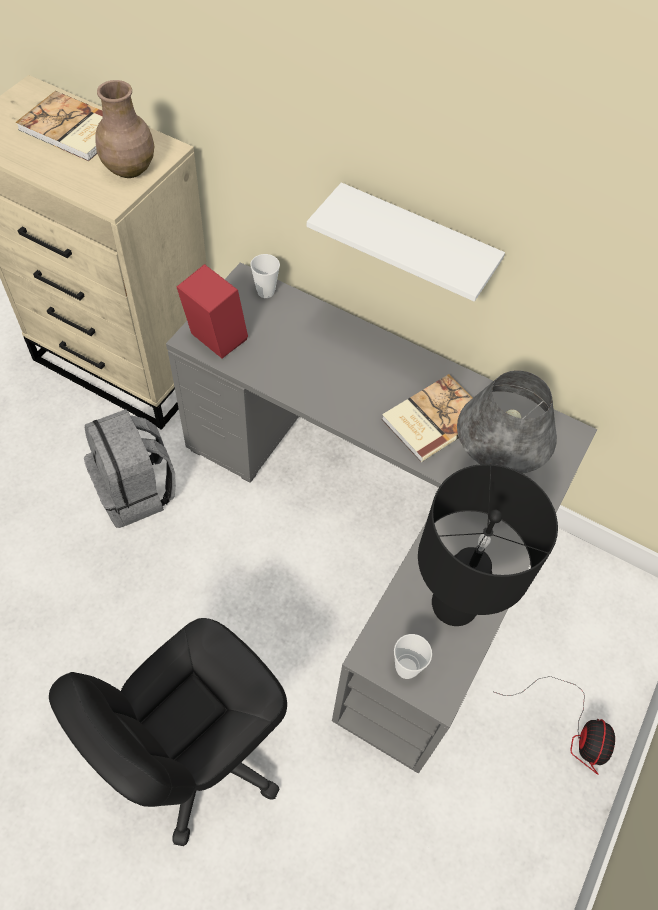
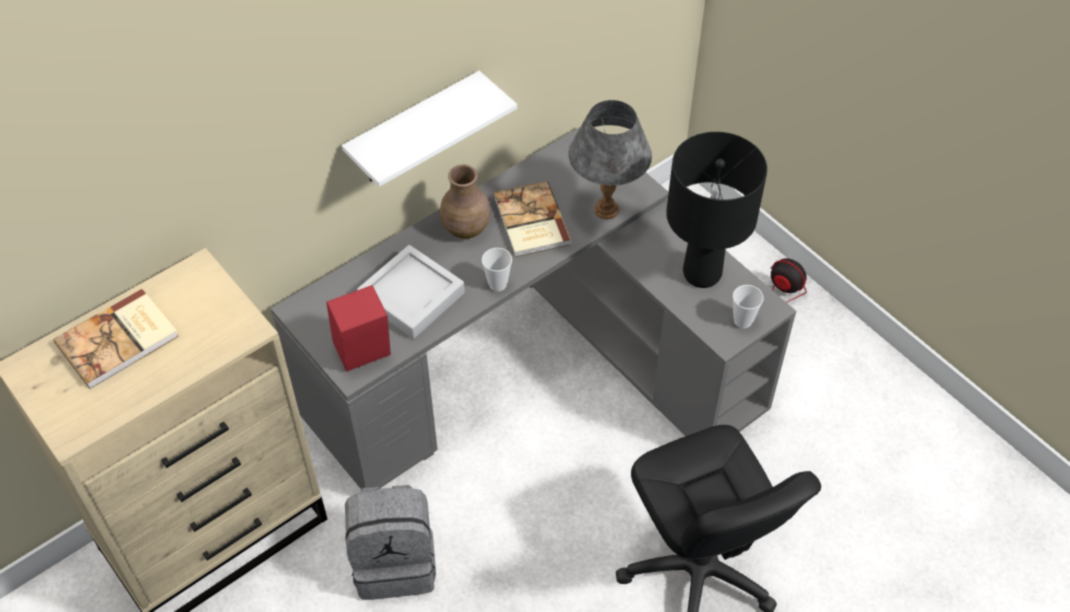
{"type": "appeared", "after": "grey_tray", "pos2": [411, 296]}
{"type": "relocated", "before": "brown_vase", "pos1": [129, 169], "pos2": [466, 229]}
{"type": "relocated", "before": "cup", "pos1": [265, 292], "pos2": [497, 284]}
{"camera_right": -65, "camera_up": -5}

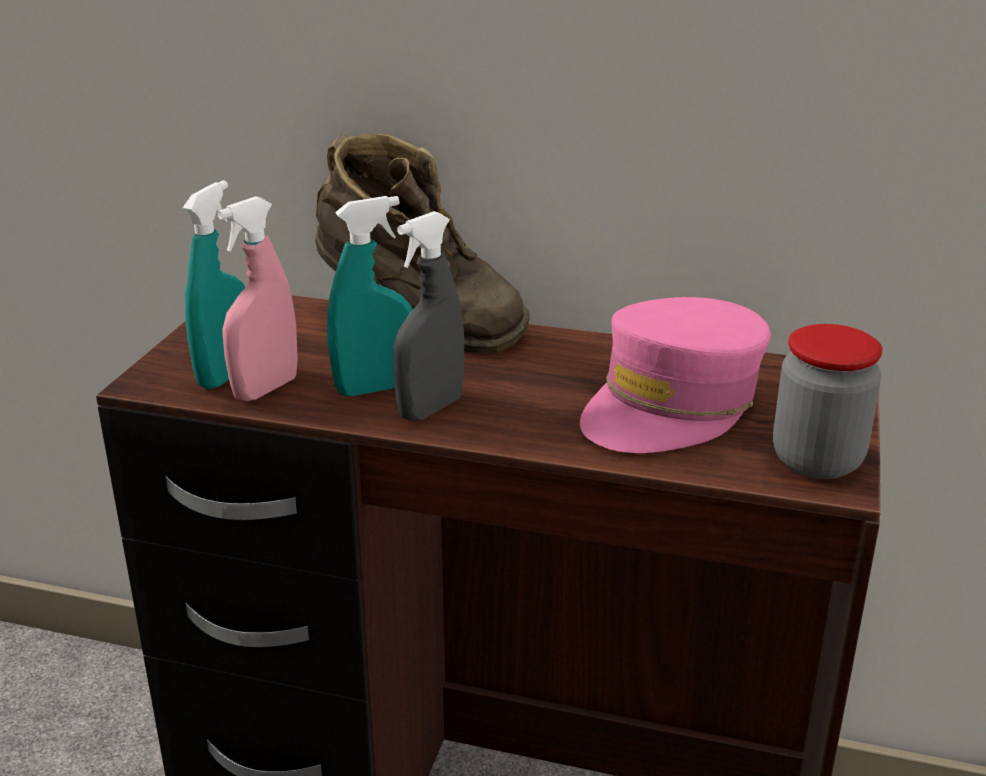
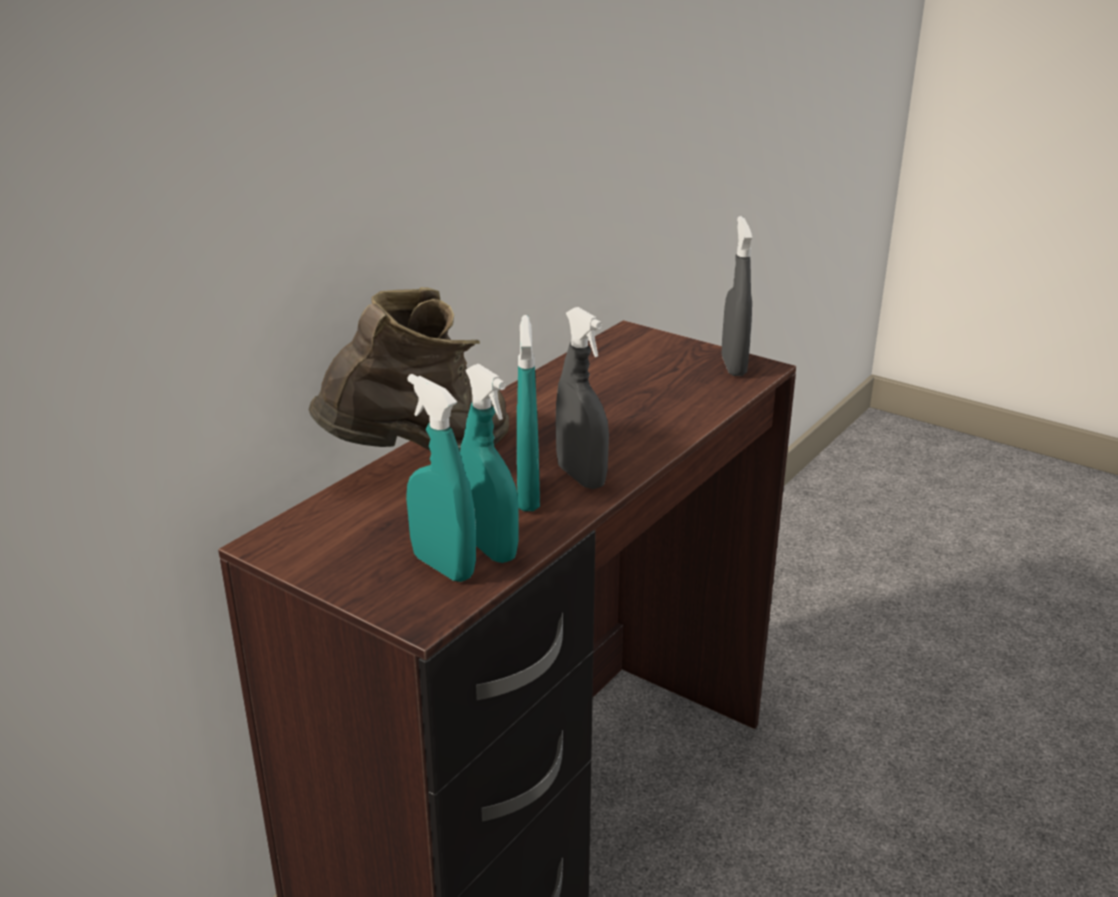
{"type": "missing", "before": "pink_cap", "pos1": [672, 404]}
{"type": "exchanged", "before": "jar", "after": "grey_spray_bottle", "pos1": [817, 461], "pos2": [733, 366]}
{"type": "colour", "before": "pink_spray_bottle", "after": "turquoise_spray_bottle", "pos1": [265, 389], "pos2": [490, 548]}
{"camera_right": -70, "camera_up": 0}

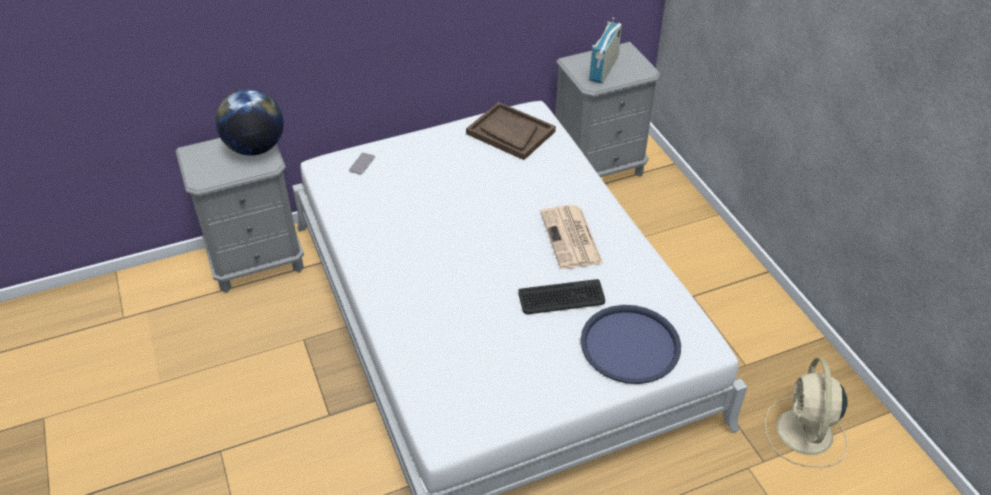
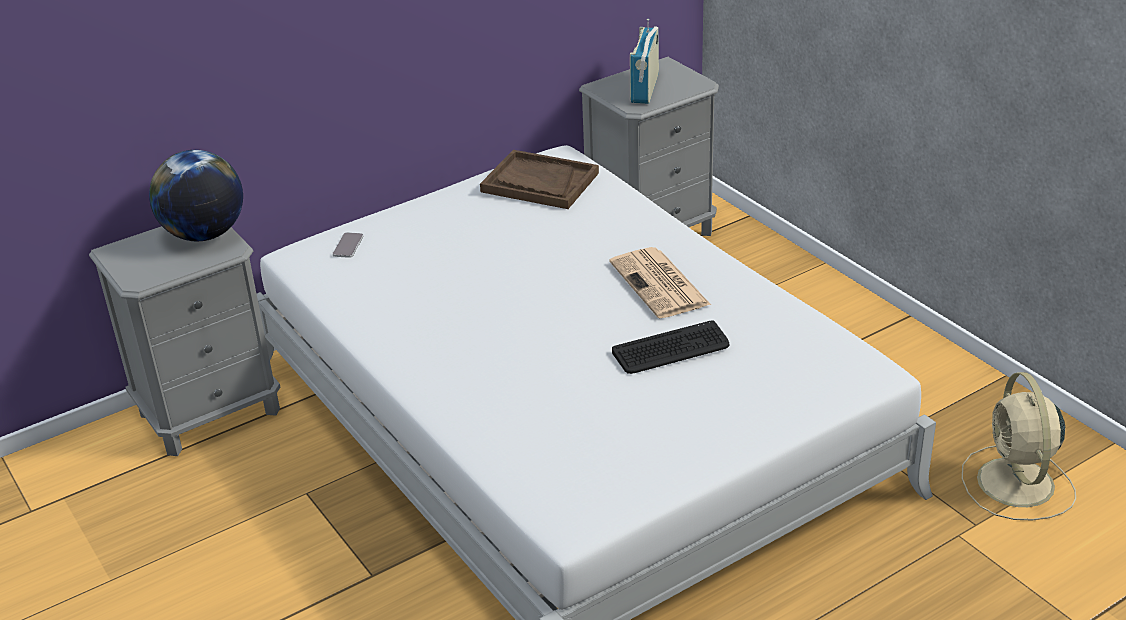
{"type": "missing", "before": "blue_tray", "pos1": [630, 345]}
{"camera_right": -10, "camera_up": -10}

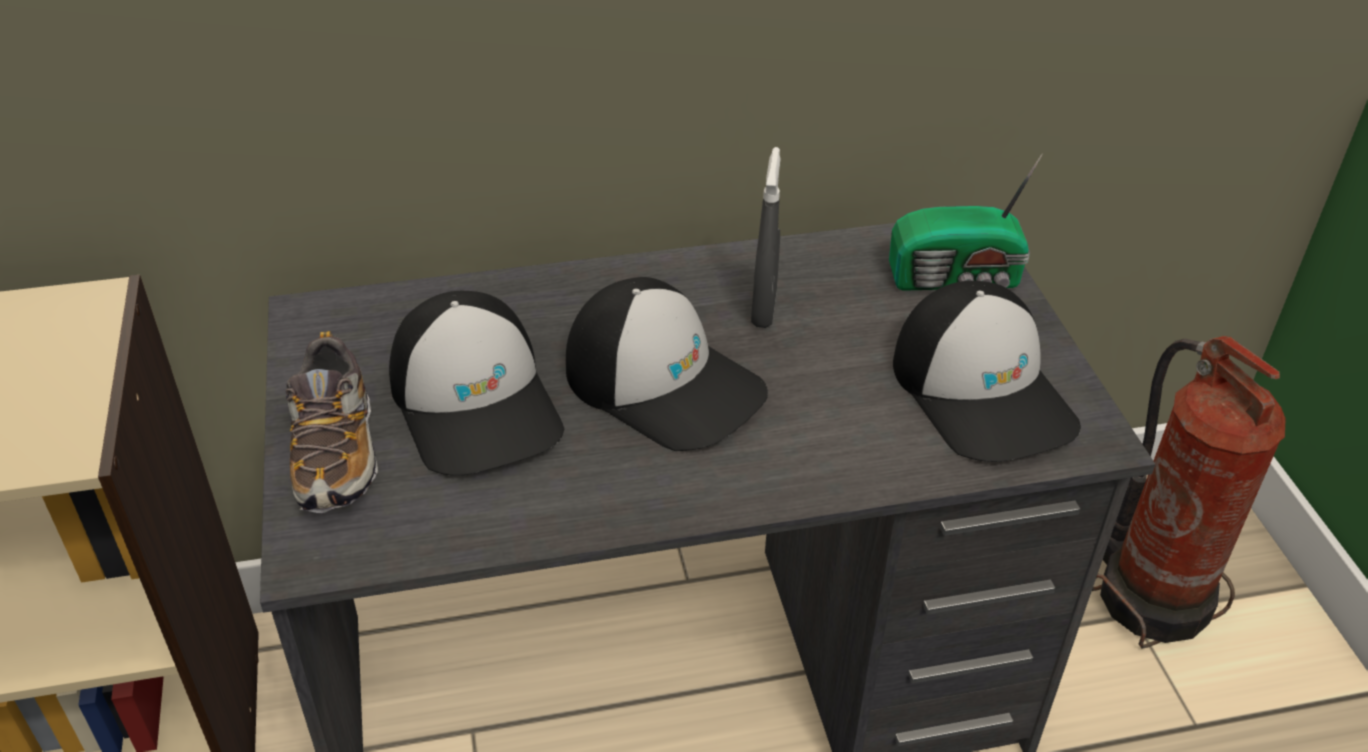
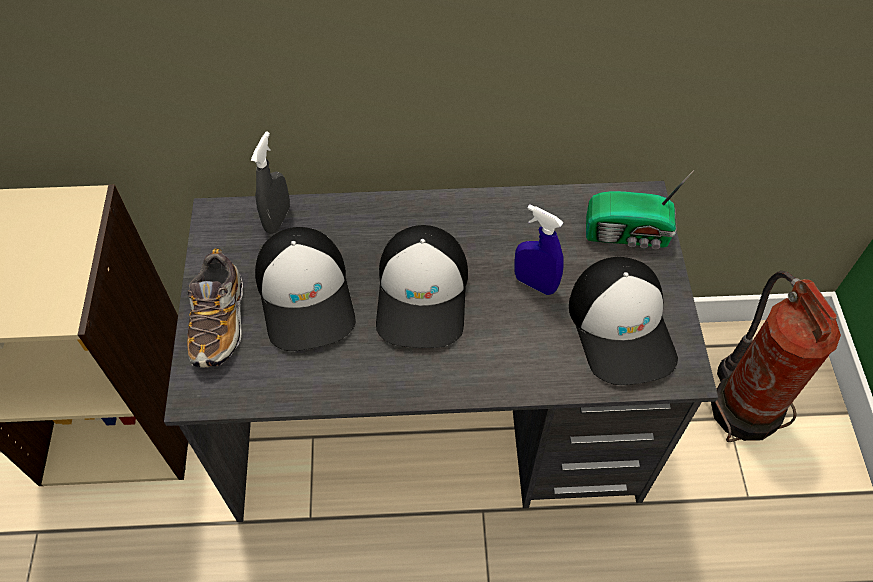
{"type": "appeared", "after": "blue_spray_bottle", "pos2": [535, 283]}
{"type": "relocated", "before": "grey_spray_bottle", "pos1": [763, 309], "pos2": [277, 219]}
{"type": "spun", "before": "cap", "pos1": [665, 382], "pos2": [423, 295], "turn": 45}
{"camera_right": 10, "camera_up": 15}

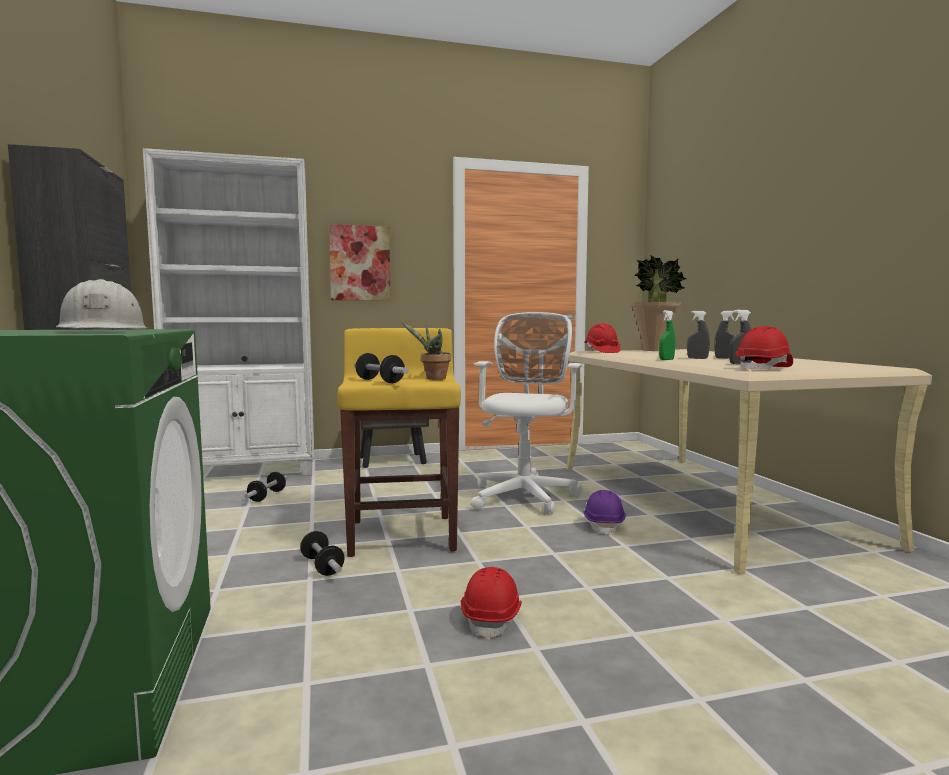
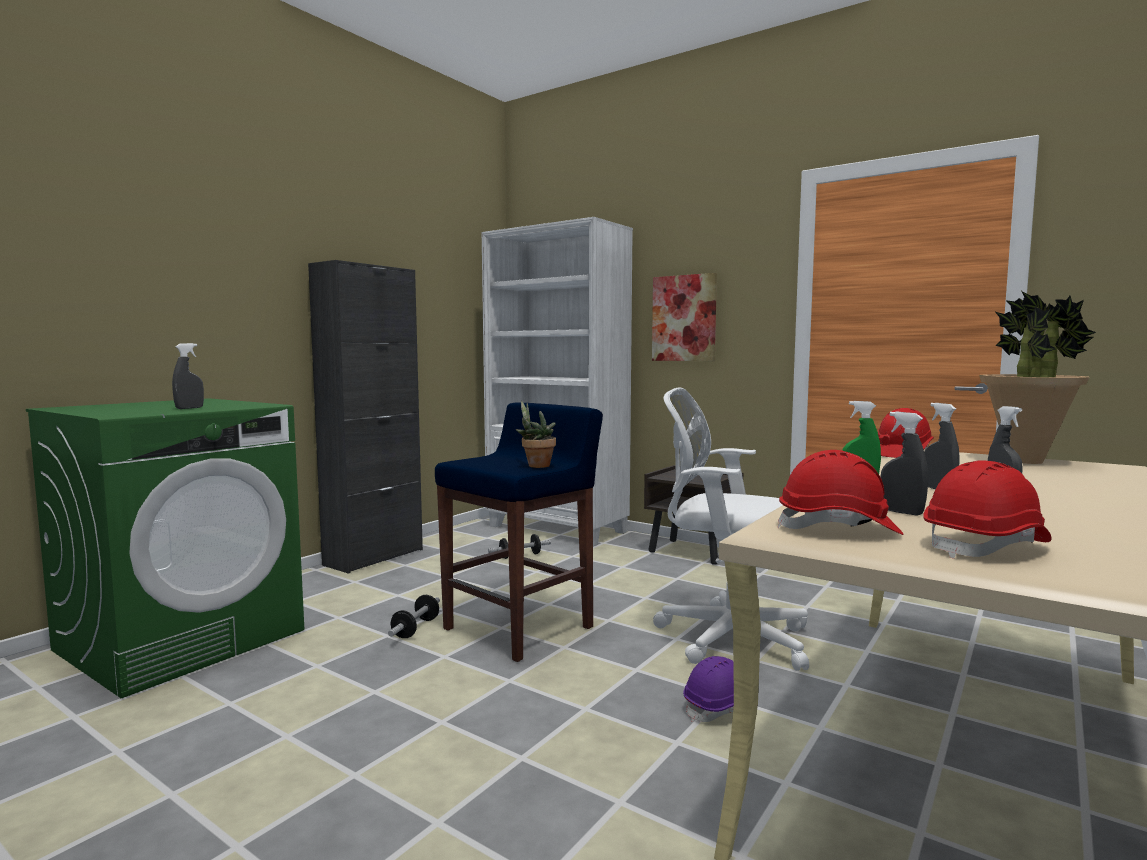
{"type": "missing", "before": "dumbbell", "pos1": [380, 381]}
{"type": "relocated", "before": "red_hard_hat", "pos1": [492, 618], "pos2": [986, 547]}
{"type": "exchanged", "before": "white_hard_hat", "after": "grey_spray_bottle", "pos1": [103, 330], "pos2": [189, 408]}
{"type": "colour", "before": "yellow_stool", "after": "blue_stool", "pos1": [402, 534], "pos2": [521, 628]}
{"type": "spun", "before": "white_office_chair", "pos1": [525, 495], "pos2": [726, 636], "turn": -135}
{"camera_right": 50, "camera_up": 0}

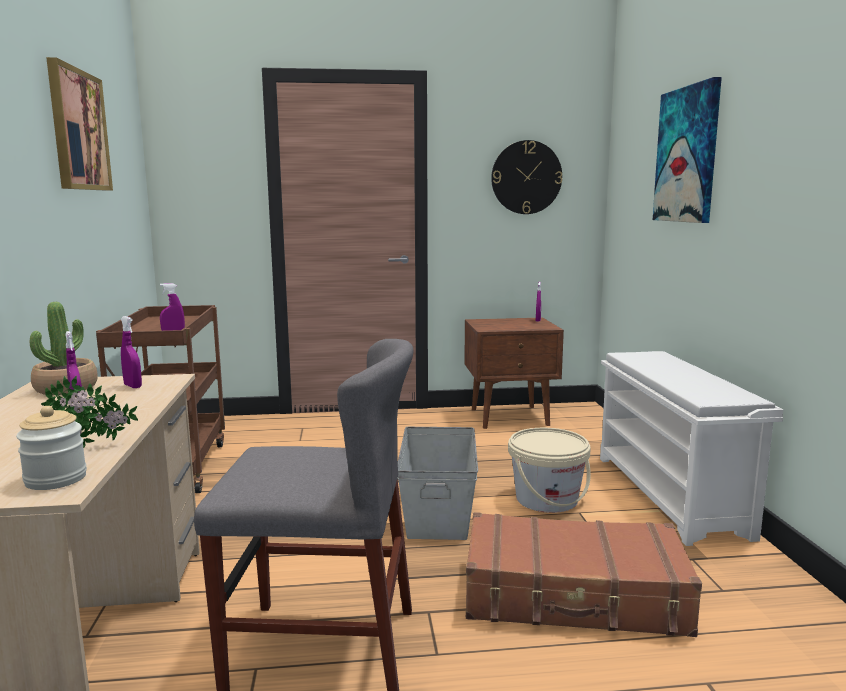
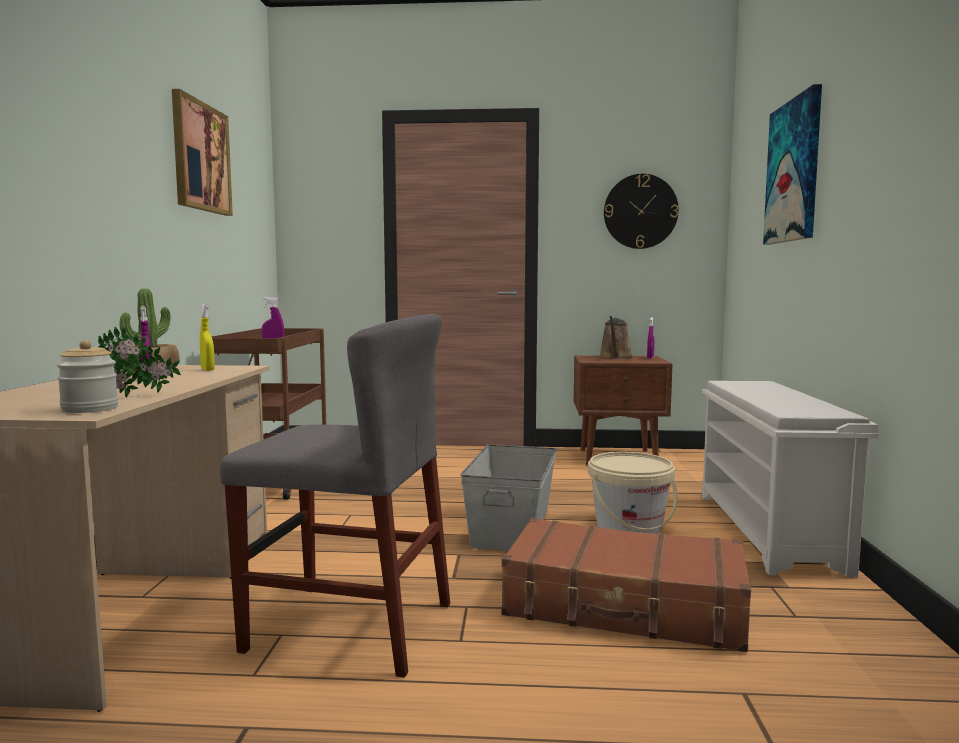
{"type": "appeared", "after": "brown_watering_can", "pos2": [615, 357]}
{"type": "colour", "before": "purple_spray_bottle", "after": "yellow_spray_bottle", "pos1": [133, 386], "pos2": [207, 369]}
{"camera_right": 10, "camera_up": -5}

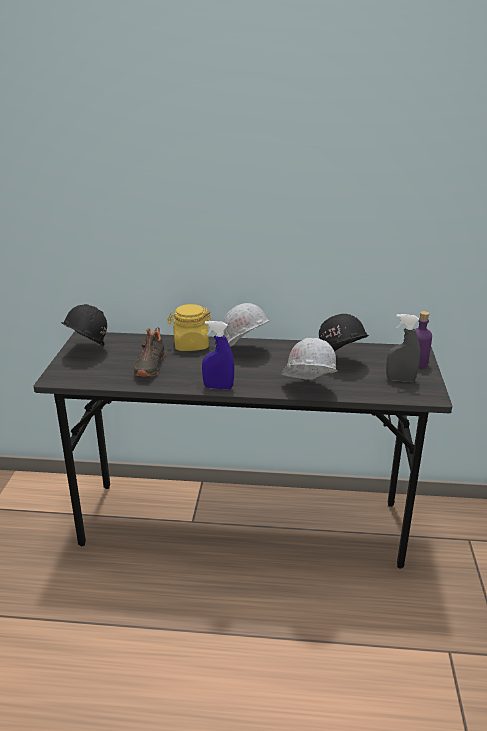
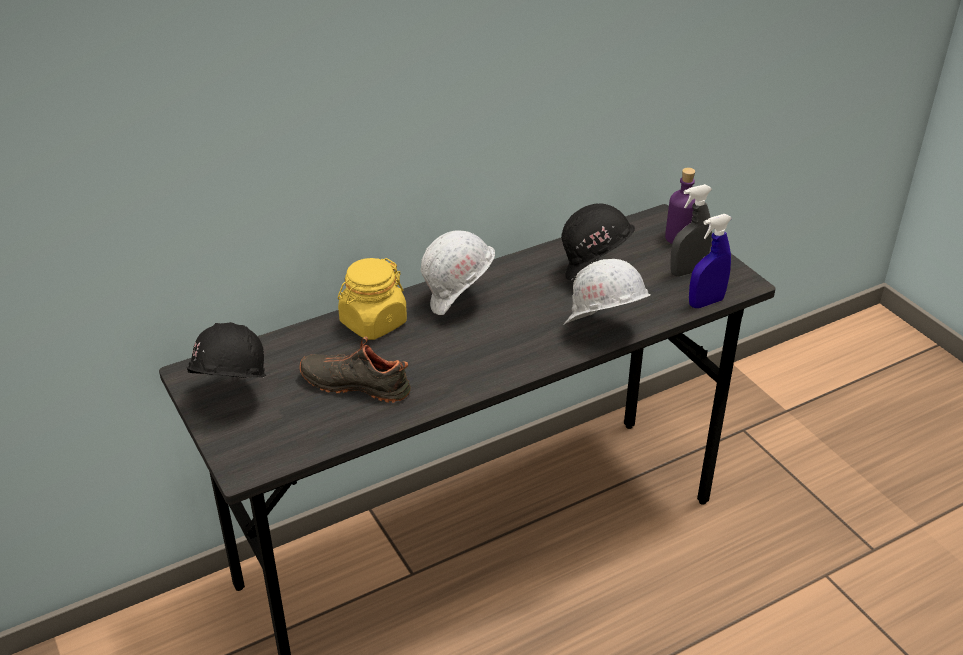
{"type": "relocated", "before": "blue_spray_bottle", "pos1": [218, 387], "pos2": [706, 302]}
{"type": "spun", "before": "black_shoe", "pos1": [148, 366], "pos2": [356, 383], "turn": 135}
{"camera_right": -35, "camera_up": 10}

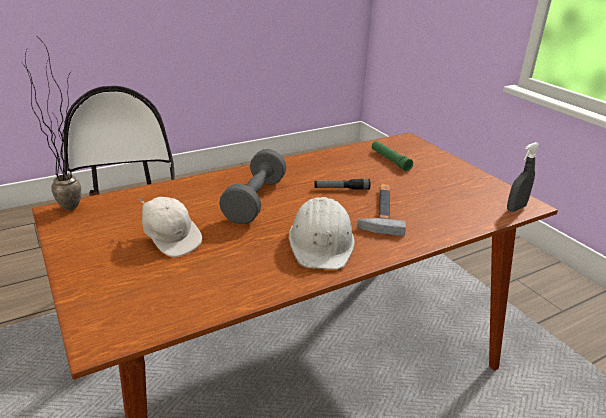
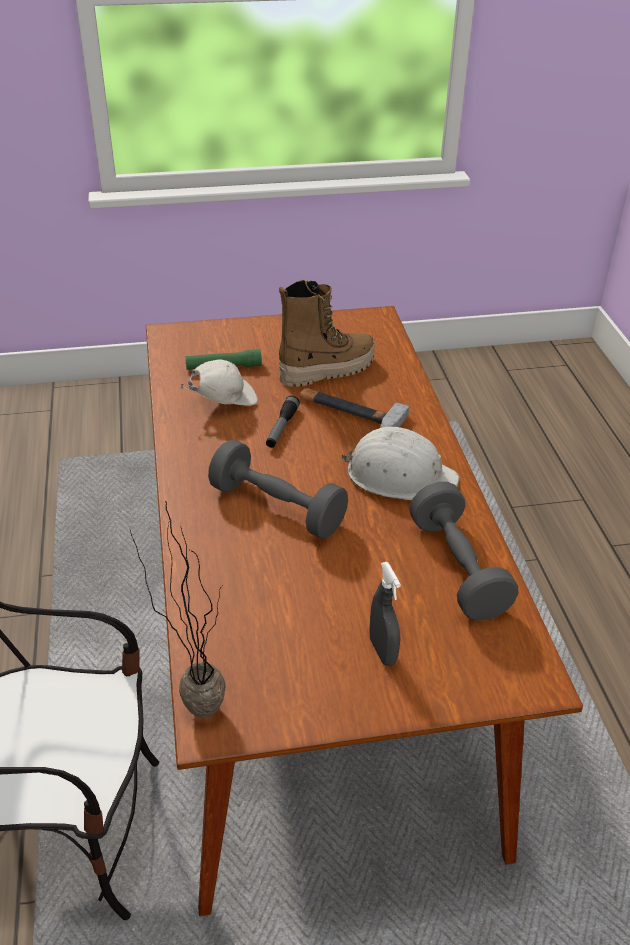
{"type": "appeared", "after": "boot", "pos2": [327, 369]}
{"type": "appeared", "after": "grey_dumbbell", "pos2": [458, 568]}
{"type": "relocated", "before": "white_cap", "pos1": [171, 239], "pos2": [223, 401]}
{"type": "relocated", "before": "grey_spray_bottle", "pos1": [516, 208], "pos2": [382, 651]}
{"camera_right": -70, "camera_up": 10}

